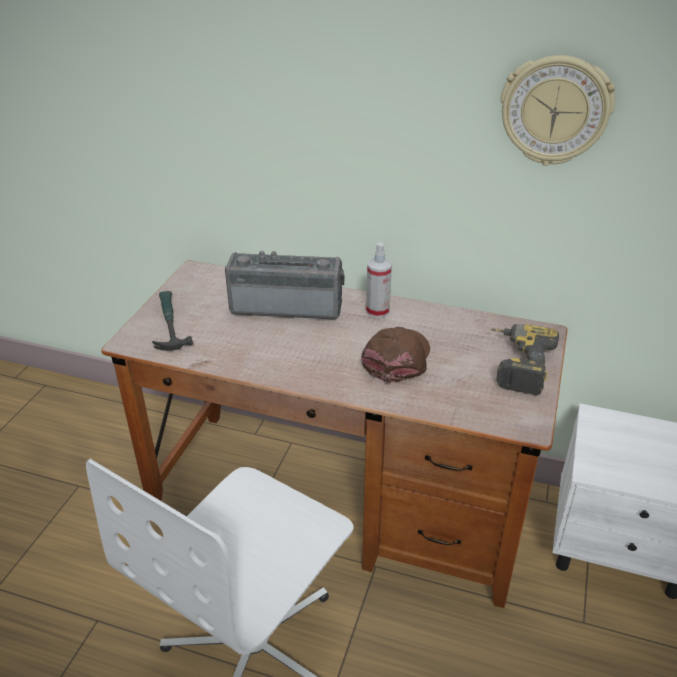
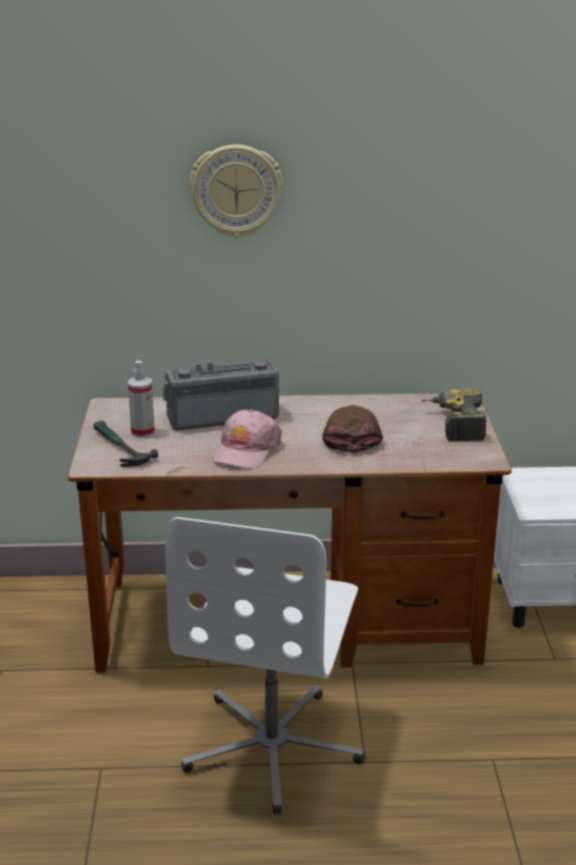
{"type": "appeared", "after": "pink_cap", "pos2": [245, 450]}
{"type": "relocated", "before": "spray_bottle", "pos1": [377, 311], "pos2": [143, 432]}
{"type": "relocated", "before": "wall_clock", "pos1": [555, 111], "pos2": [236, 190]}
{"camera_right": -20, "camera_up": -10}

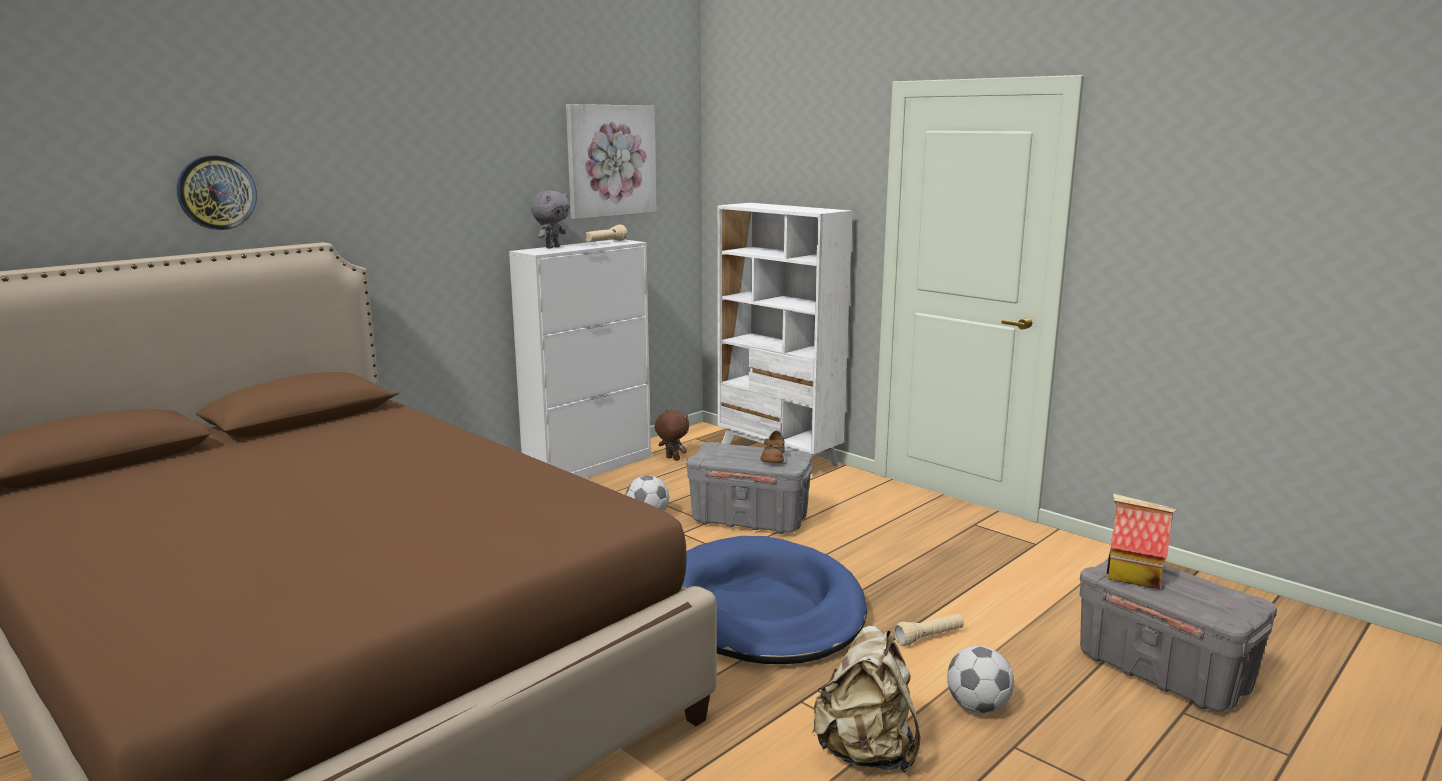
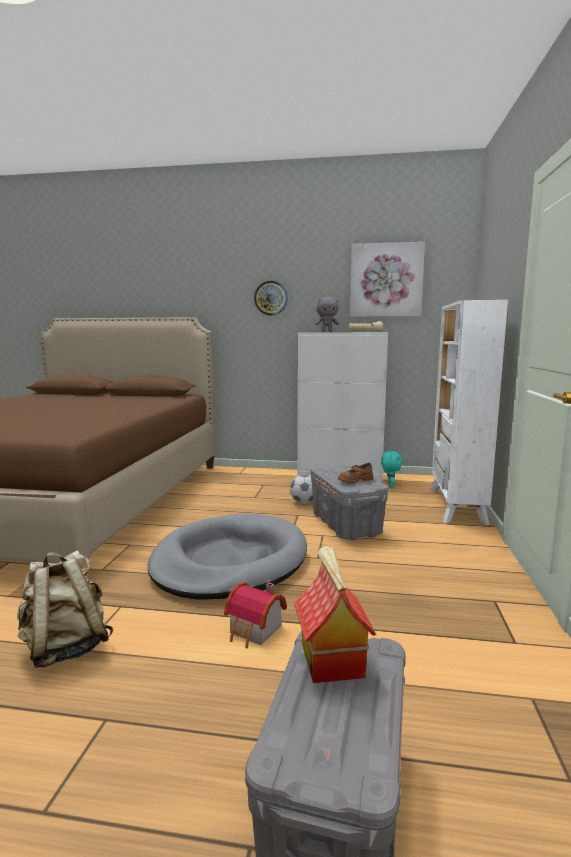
{"type": "missing", "before": "football", "pos1": [978, 707]}
{"type": "relocated", "before": "wall_clock", "pos1": [216, 192], "pos2": [271, 298]}
{"type": "exchanged", "before": "beige_flashlight", "after": "toy_house", "pos1": [929, 637], "pos2": [255, 631]}
{"type": "colour", "before": "brown_plush_toy", "after": "turquoise_plush_toy", "pos1": [672, 459], "pos2": [390, 485]}
{"type": "colour", "before": "blue_dog_bed", "after": "grey_dog_bed", "pos1": [762, 609], "pos2": [230, 562]}
{"camera_right": 55, "camera_up": -5}

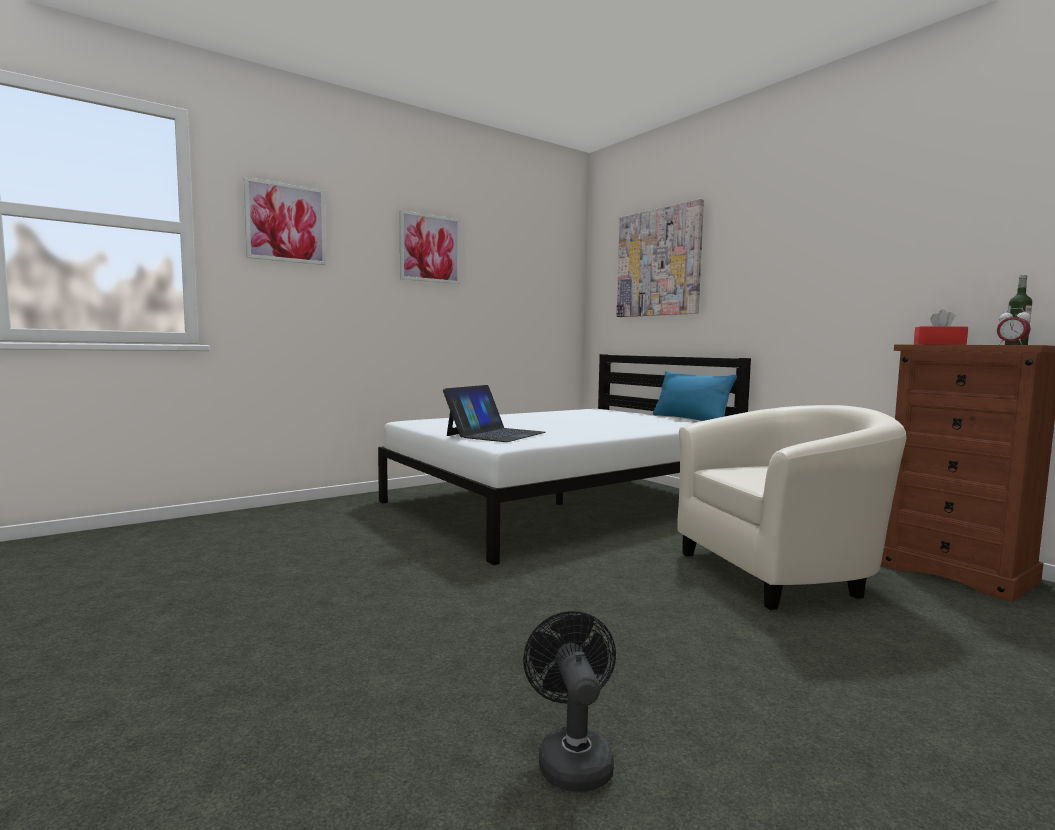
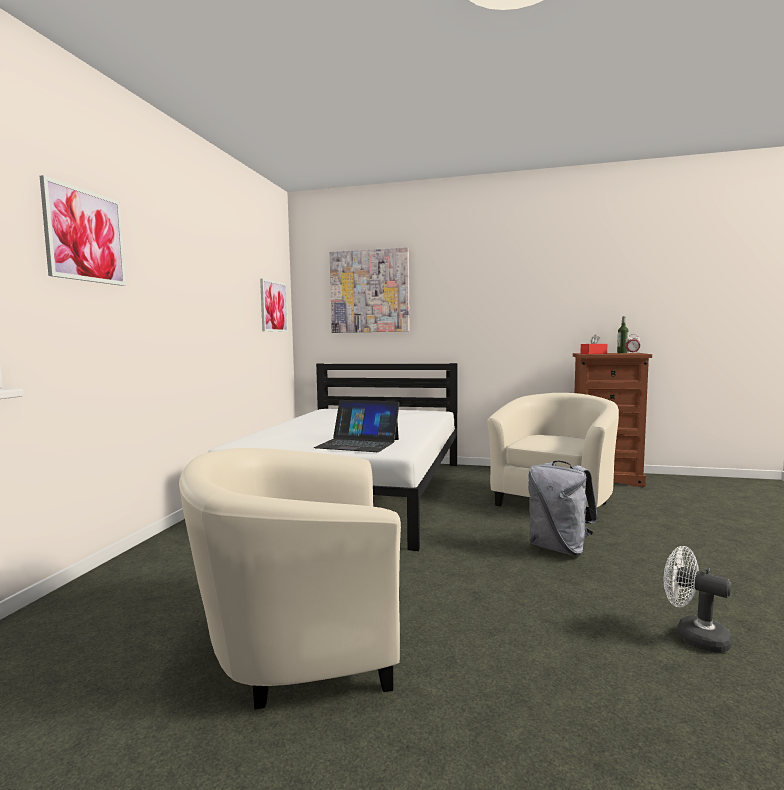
{"type": "missing", "before": "blue_pillow", "pos1": [690, 419]}
{"type": "appeared", "after": "beige_armchair", "pos2": [298, 643]}
{"type": "appeared", "after": "grey_backpack", "pos2": [559, 548]}
{"type": "relocated", "before": "picture", "pos1": [430, 248], "pos2": [273, 306]}
{"type": "colour", "before": "black_fan", "after": "white_fan", "pos1": [572, 757], "pos2": [693, 636]}
{"type": "spun", "before": "laptop", "pos1": [495, 434], "pos2": [358, 443], "turn": 120}
{"camera_right": -40, "camera_up": 0}

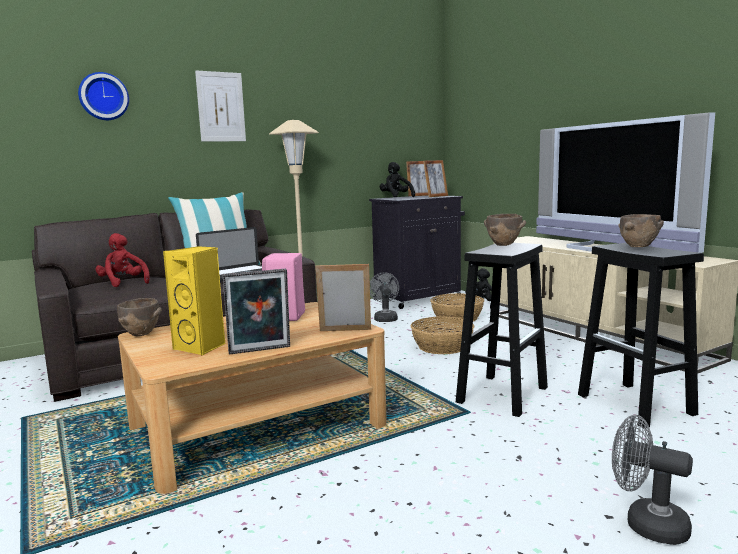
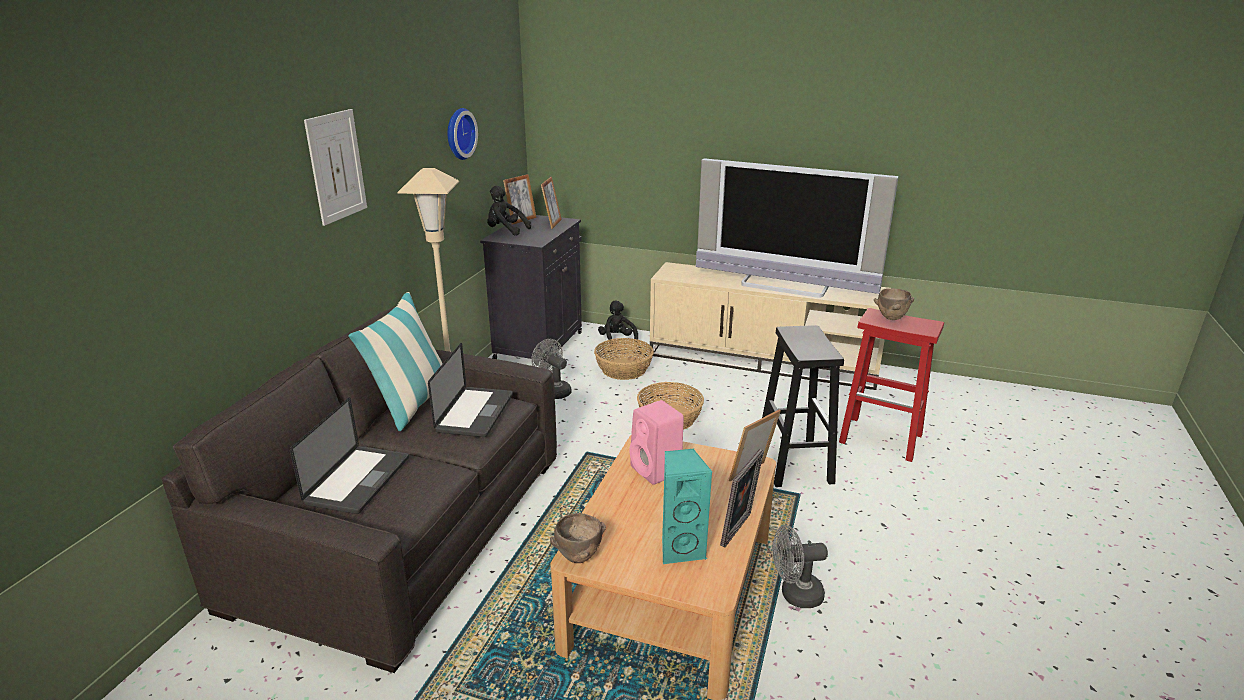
{"type": "missing", "before": "brown_bowl", "pos1": [502, 245]}
{"type": "relocated", "before": "wall_clock", "pos1": [103, 96], "pos2": [458, 133]}
{"type": "relocated", "before": "grey_fan", "pos1": [646, 524], "pos2": [795, 595]}
{"type": "exchanged", "before": "red_plush_toy", "after": "laptop", "pos1": [123, 283], "pos2": [358, 480]}
{"type": "colour", "before": "yellow_speaker", "after": "turquoise_speaker", "pos1": [201, 347], "pos2": [681, 549]}
{"type": "colour", "before": "black_stool", "after": "red_stool", "pos1": [636, 405], "pos2": [882, 439]}
{"camera_right": -40, "camera_up": 15}

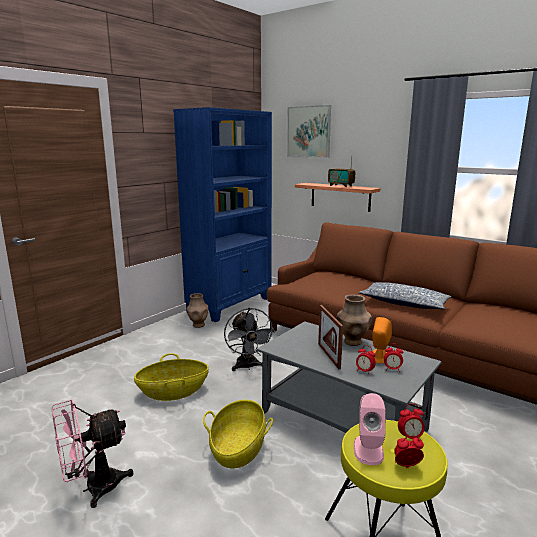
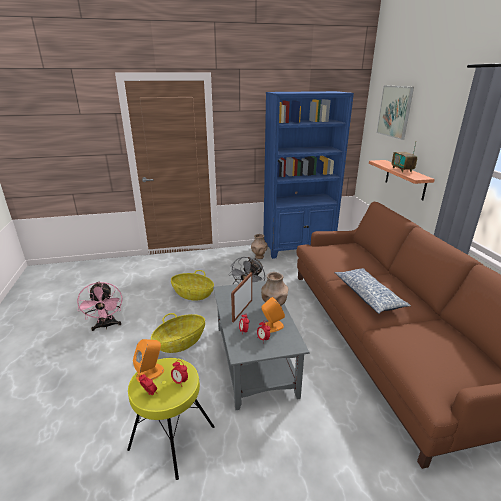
{"type": "colour", "before": "pink_speaker", "after": "orange_speaker", "pos1": [368, 449], "pos2": [150, 373]}
{"type": "spun", "before": "pink_fan", "pos1": [93, 488], "pos2": [106, 326], "turn": -120}
{"camera_right": 40, "camera_up": 10}

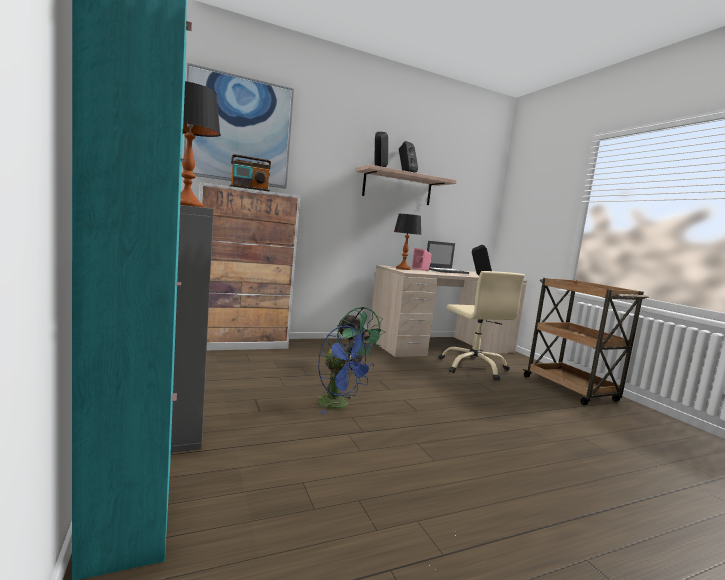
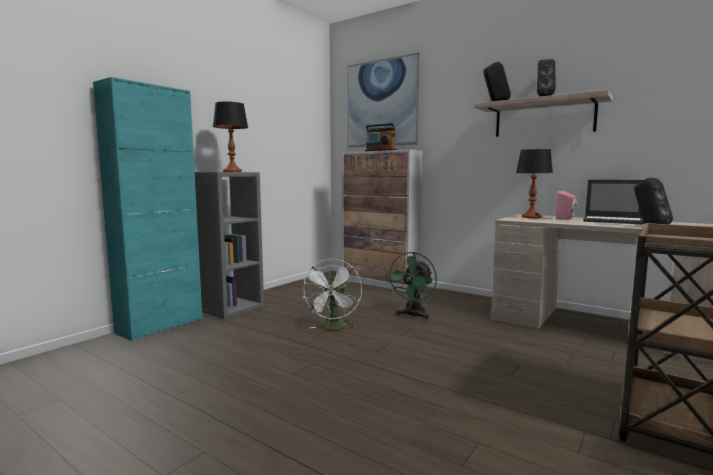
{"type": "missing", "before": "beige_office_chair", "pos1": [473, 367]}
{"type": "colour", "before": "blue_fan", "after": "white_fan", "pos1": [339, 405], "pos2": [334, 328]}
{"camera_right": 60, "camera_up": 0}

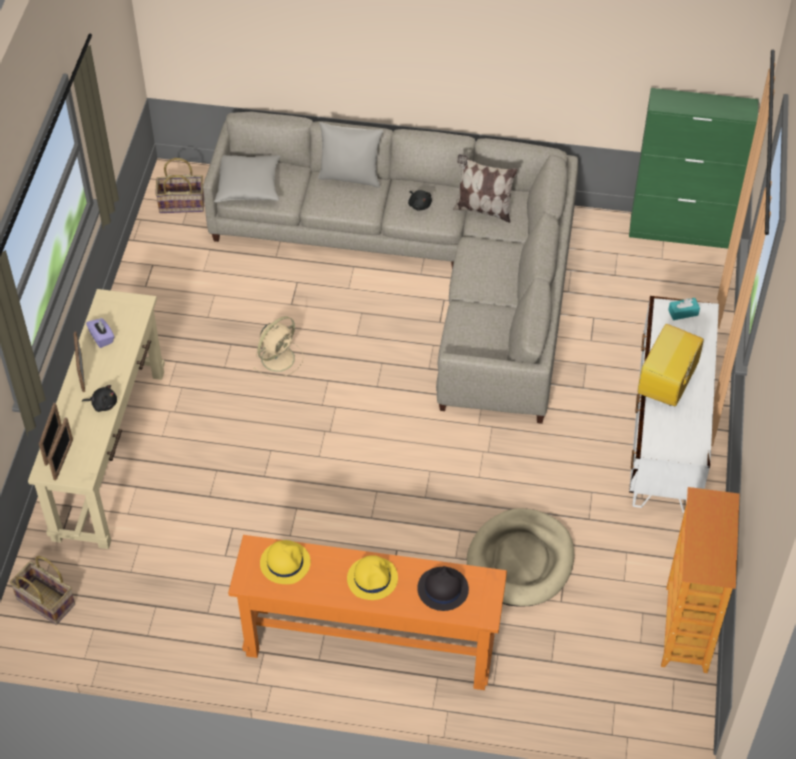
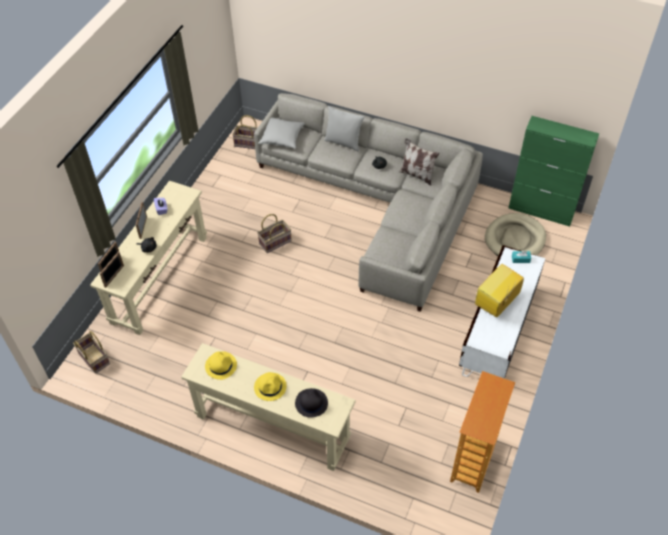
{"type": "relocated", "before": "beige_dog_bed", "pos1": [520, 561], "pos2": [515, 239]}
{"type": "exchanged", "before": "beige_fan", "after": "basket", "pos1": [279, 358], "pos2": [275, 242]}
{"type": "colour", "before": "orange_console_table", "after": "beige_console_table", "pos1": [369, 645], "pos2": [272, 427]}
{"camera_right": 15, "camera_up": 0}

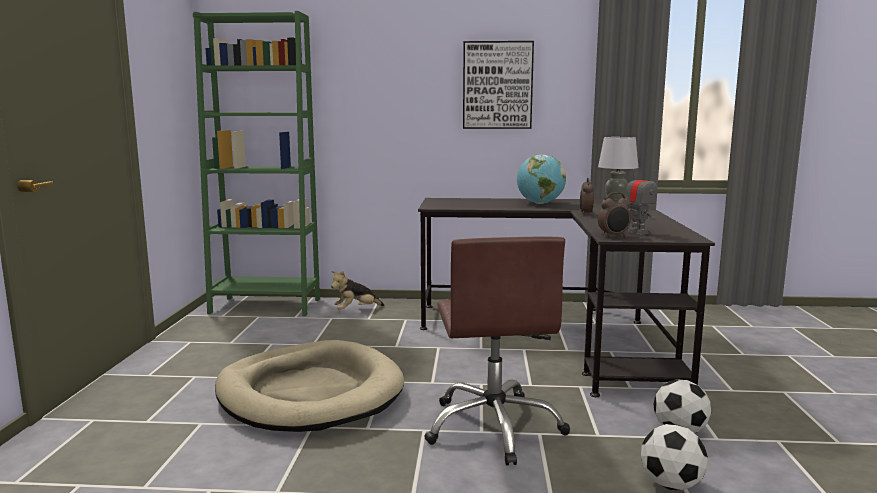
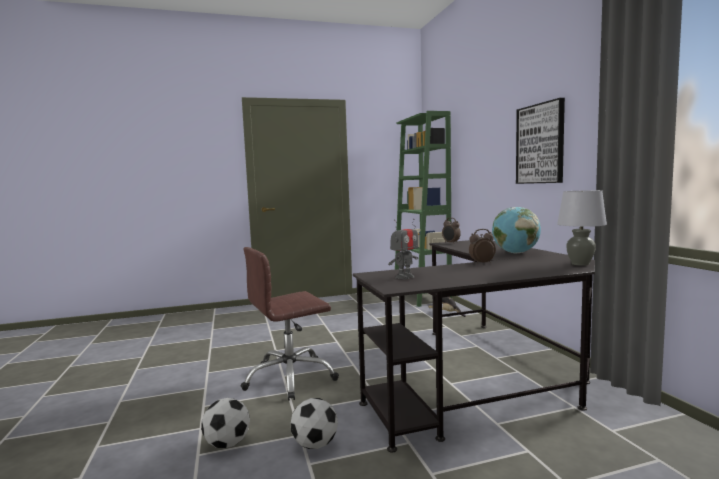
{"type": "missing", "before": "beige_dog_bed", "pos1": [310, 393]}
{"type": "relocated", "before": "alarm_clock", "pos1": [613, 236], "pos2": [451, 243]}
{"camera_right": 70, "camera_up": -5}

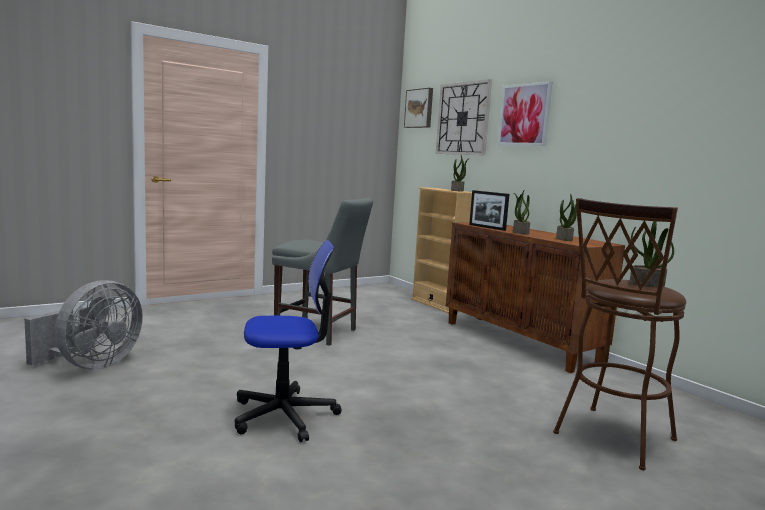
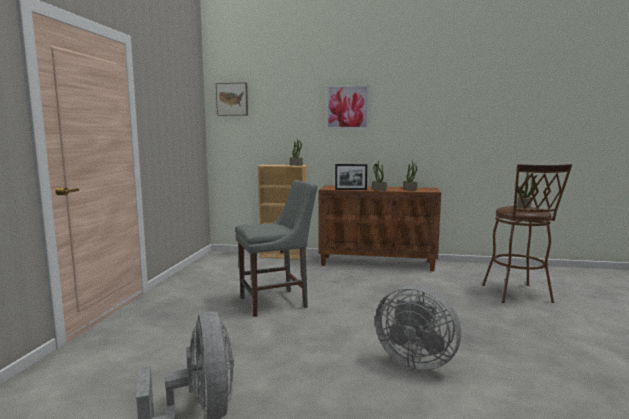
{"type": "missing", "before": "wall_clock", "pos1": [463, 119]}
{"type": "exchanged", "before": "office_chair", "after": "grey_fan", "pos1": [284, 415], "pos2": [415, 361]}
{"camera_right": -45, "camera_up": 0}

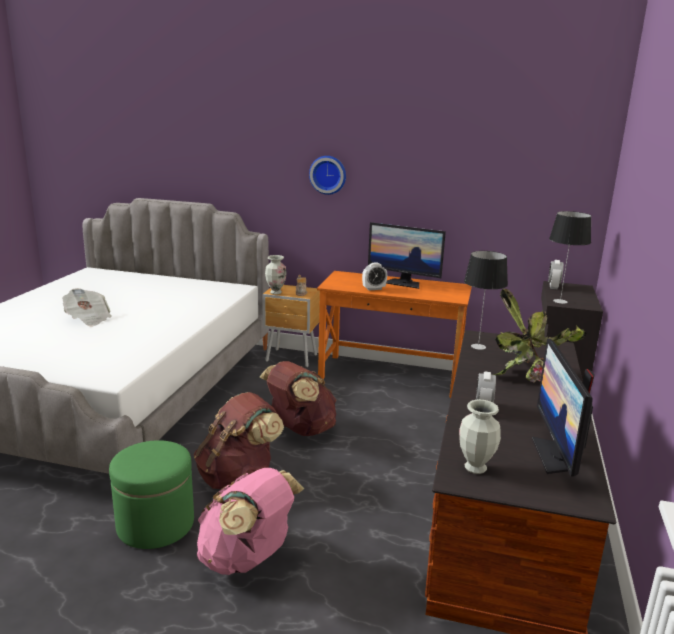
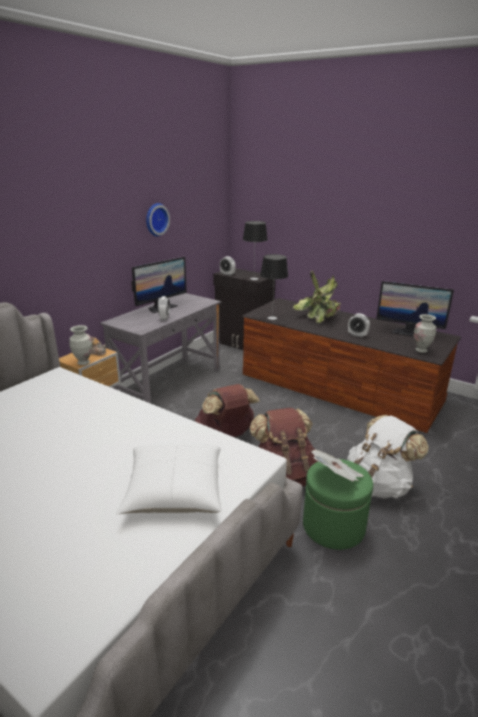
{"type": "appeared", "after": "white_pillow", "pos2": [174, 491]}
{"type": "relocated", "before": "newspaper", "pos1": [88, 319], "pos2": [336, 477]}
{"type": "relocated", "before": "wall_clock", "pos1": [328, 174], "pos2": [155, 219]}
{"type": "colour", "before": "pink_backpack", "after": "white_backpack", "pos1": [247, 558], "pos2": [378, 485]}
{"type": "colour", "before": "orange_desk", "after": "grey_desk", "pos1": [390, 376], "pos2": [168, 382]}
{"camera_right": -70, "camera_up": 5}

